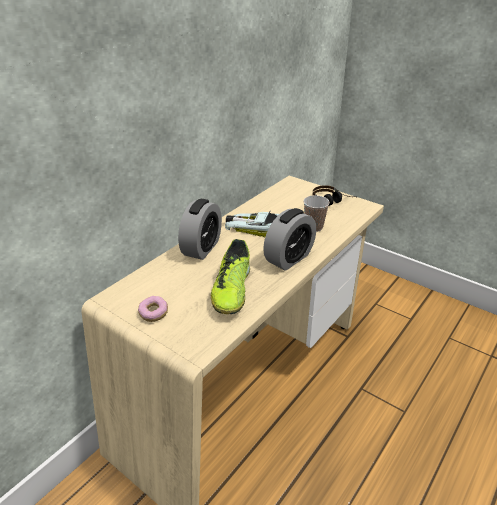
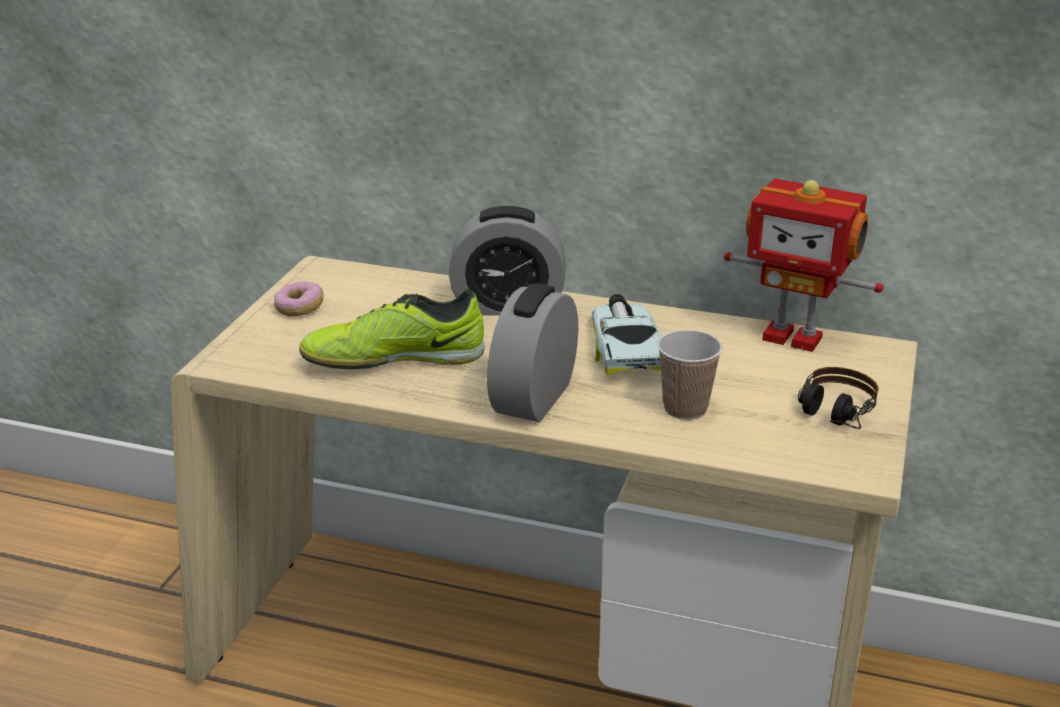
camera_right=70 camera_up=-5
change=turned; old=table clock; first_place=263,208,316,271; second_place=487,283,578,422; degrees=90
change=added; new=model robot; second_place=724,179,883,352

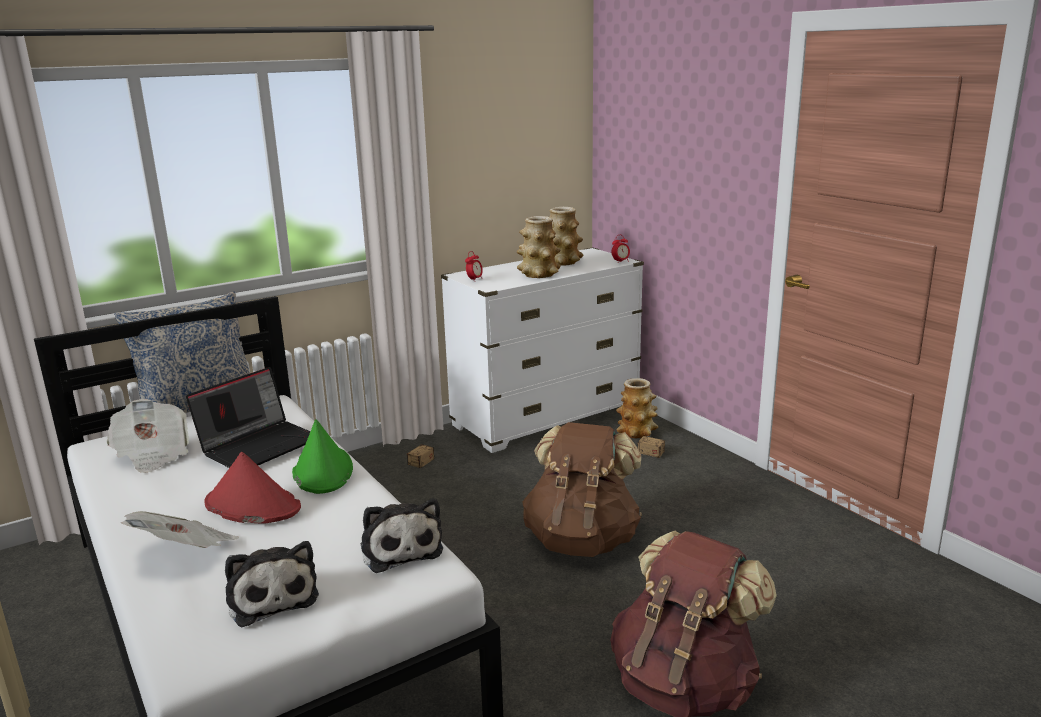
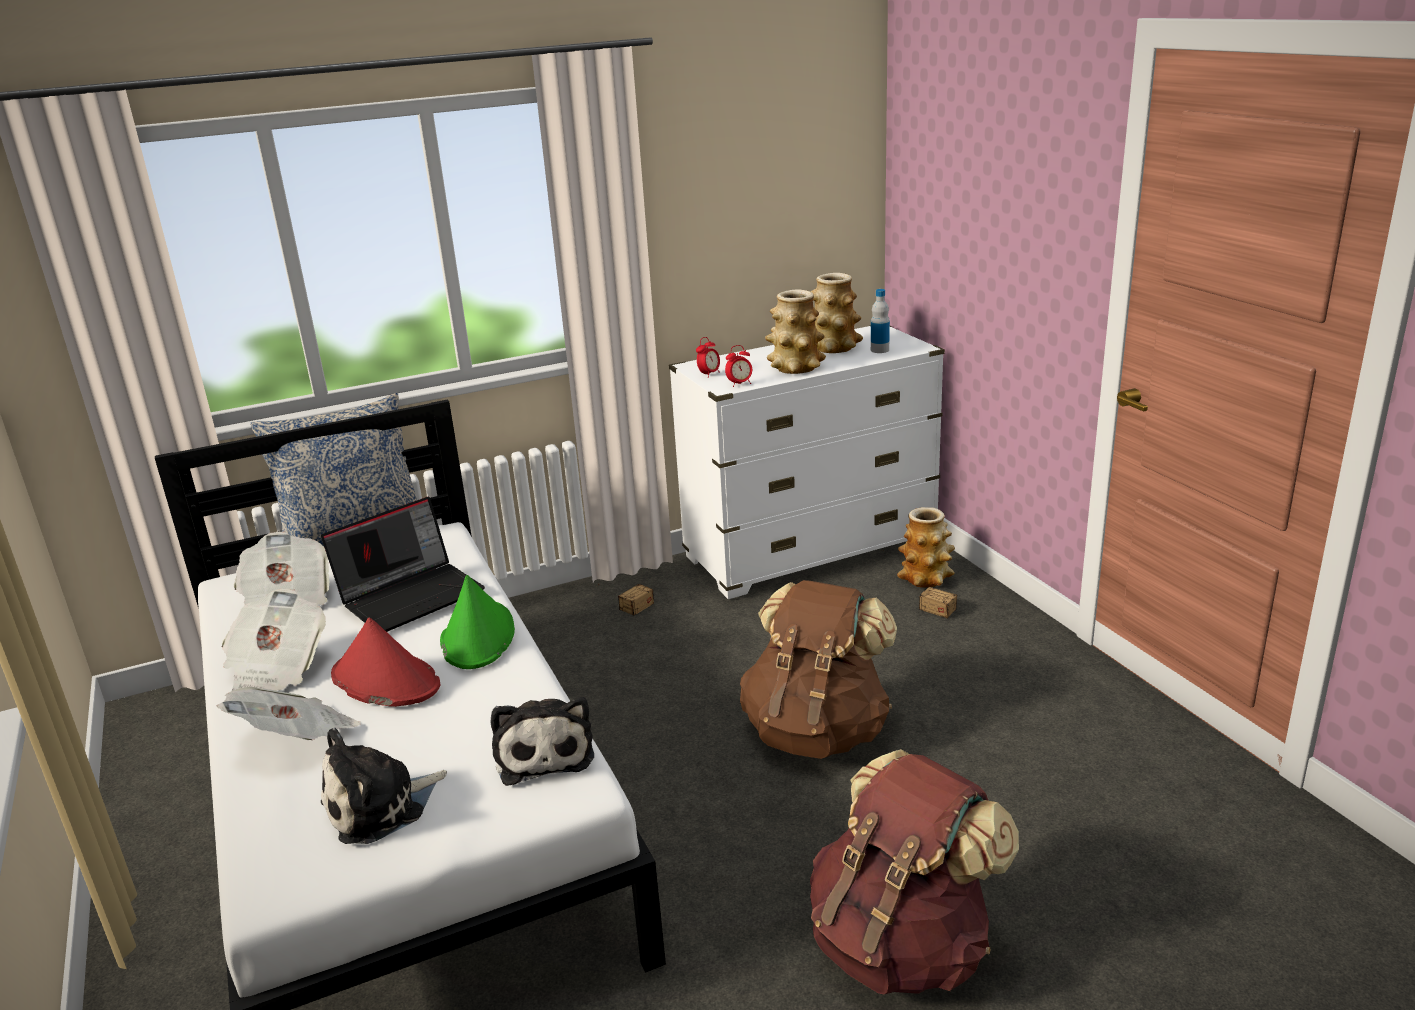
camera_right=10 camera_up=5
change=turned; old=cuddly toy; first_place=225,541,319,627; second_place=321,728,447,844; degrees=75
change=moved; old=table clock; first_place=612,235,630,262; second_place=725,345,752,387
change=added; new=daily paper; second_place=222,589,326,691
change=added; new=beverage bottle; second_place=871,289,890,353

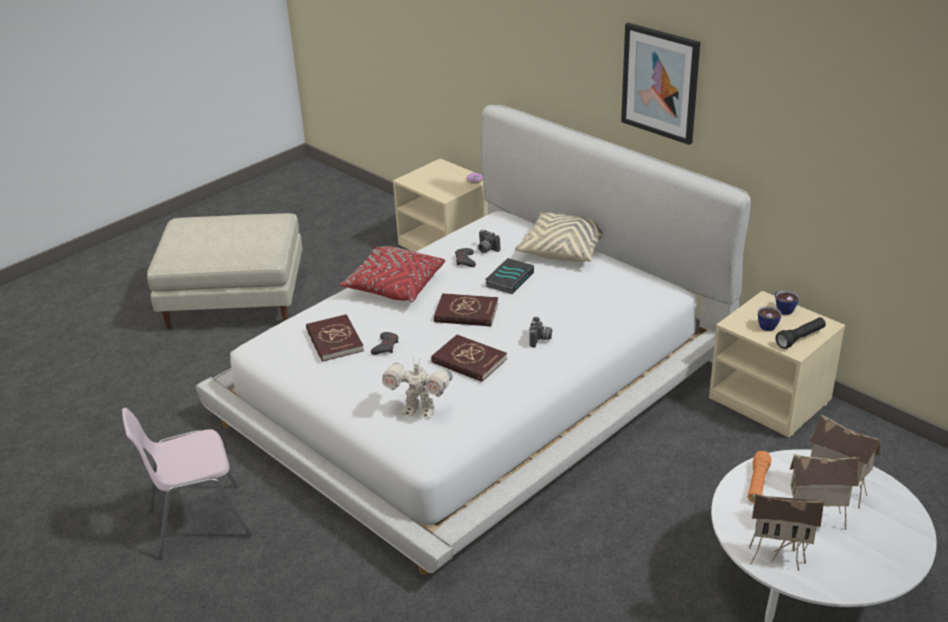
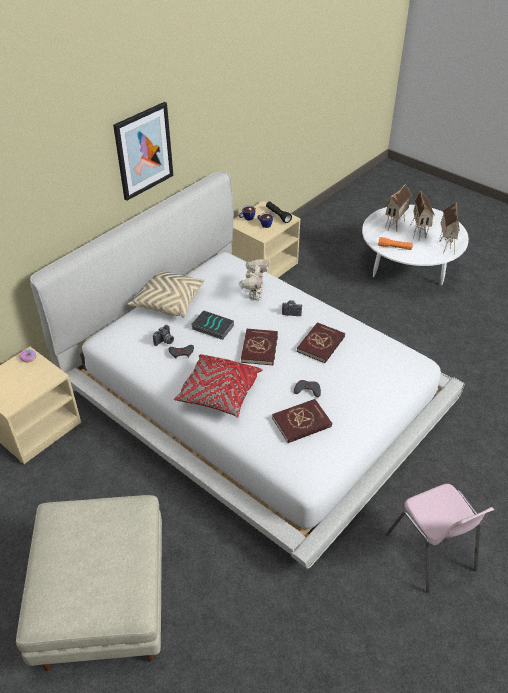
camera_right=-95 camera_up=10
change=moved; old=model robot; first_place=382,358,453,418; second_place=238,259,269,300

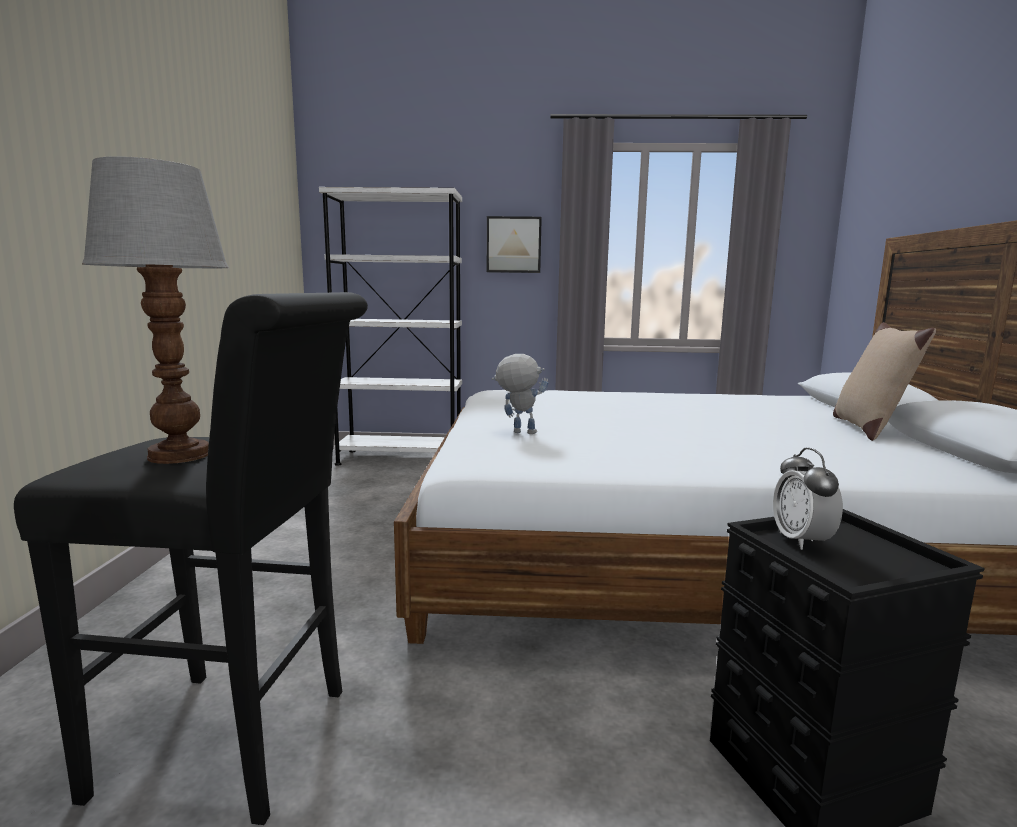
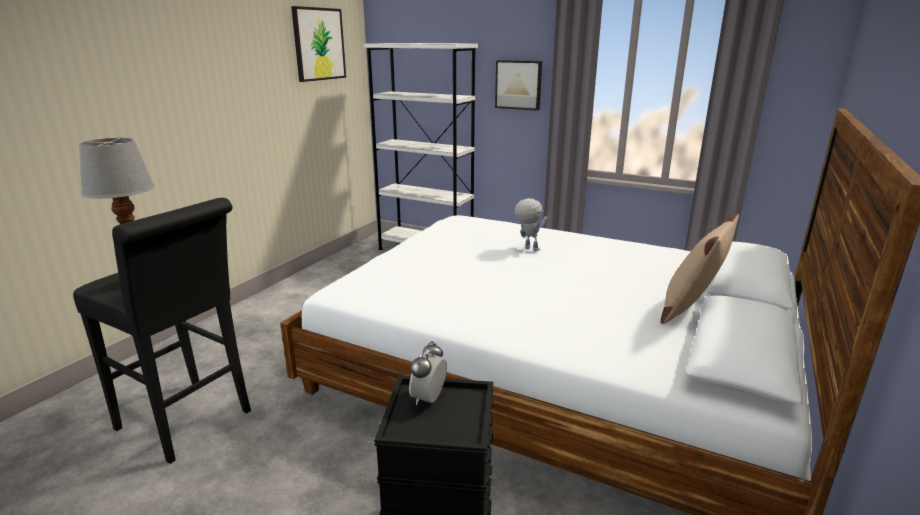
camera_right=25 camera_up=10
change=moved; old=model robot; first_place=492,354,548,434; second_place=514,198,548,251
change=added; new=wall picture; second_place=291,6,346,82

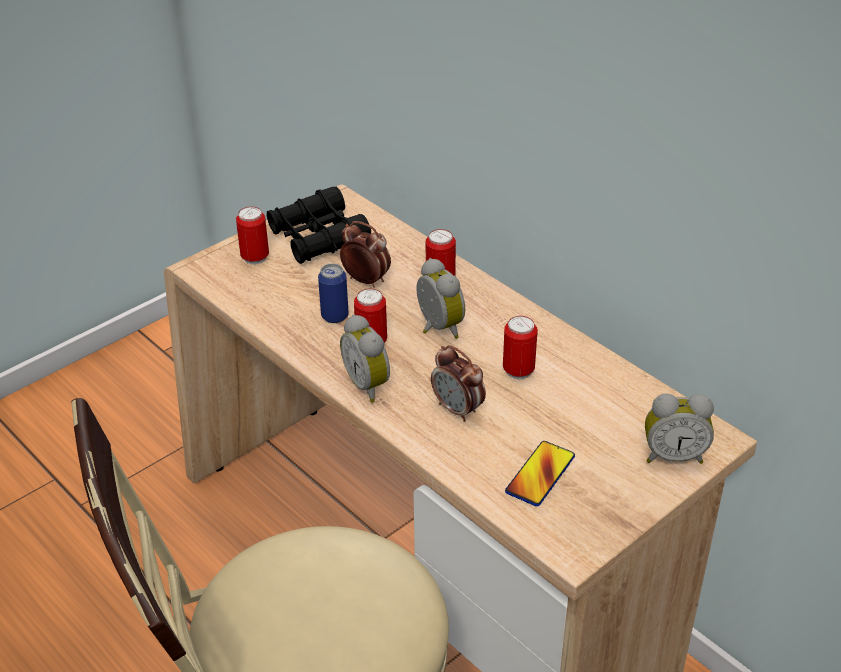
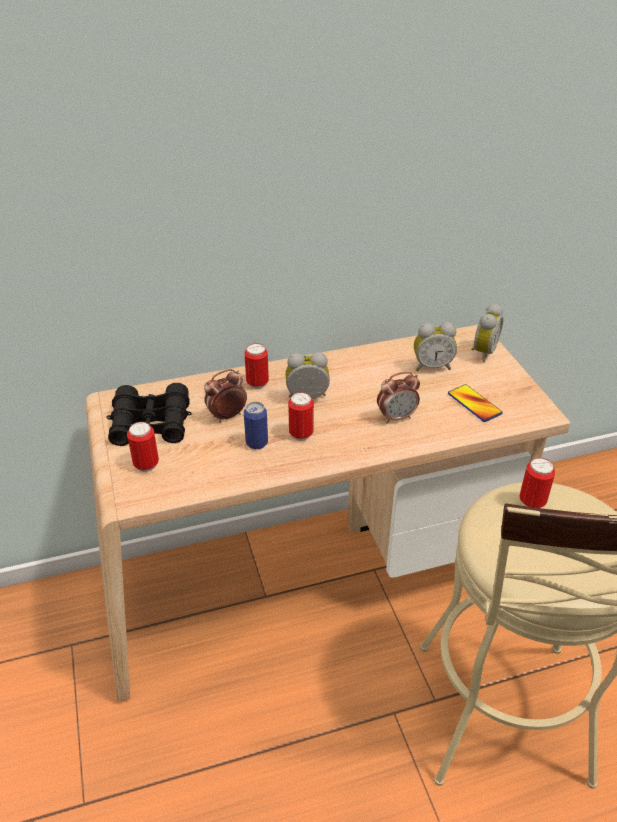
camera_right=-65 camera_up=0
change=moved; old=table clock; first_place=340,315,390,403; second_place=414,322,457,371
change=moved; old=sealed can; first_place=503,316,538,380; second_place=519,458,555,508

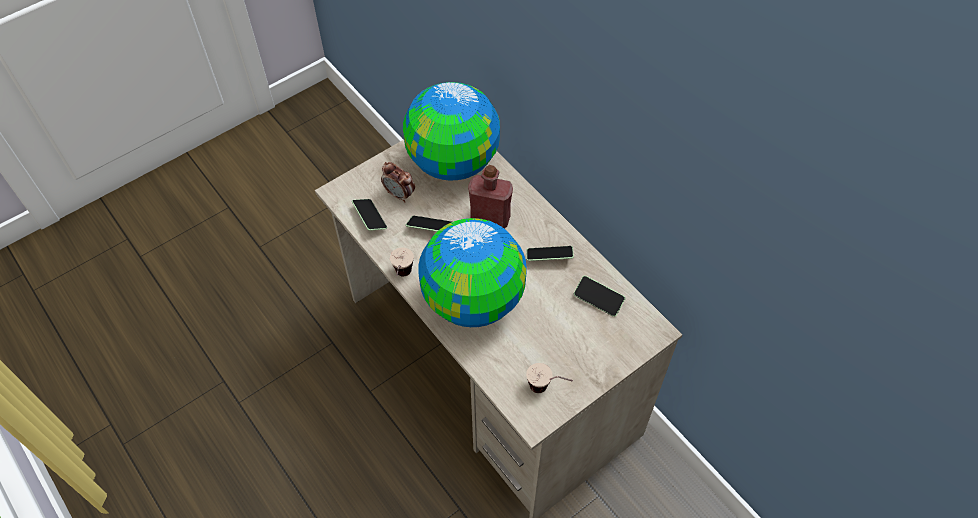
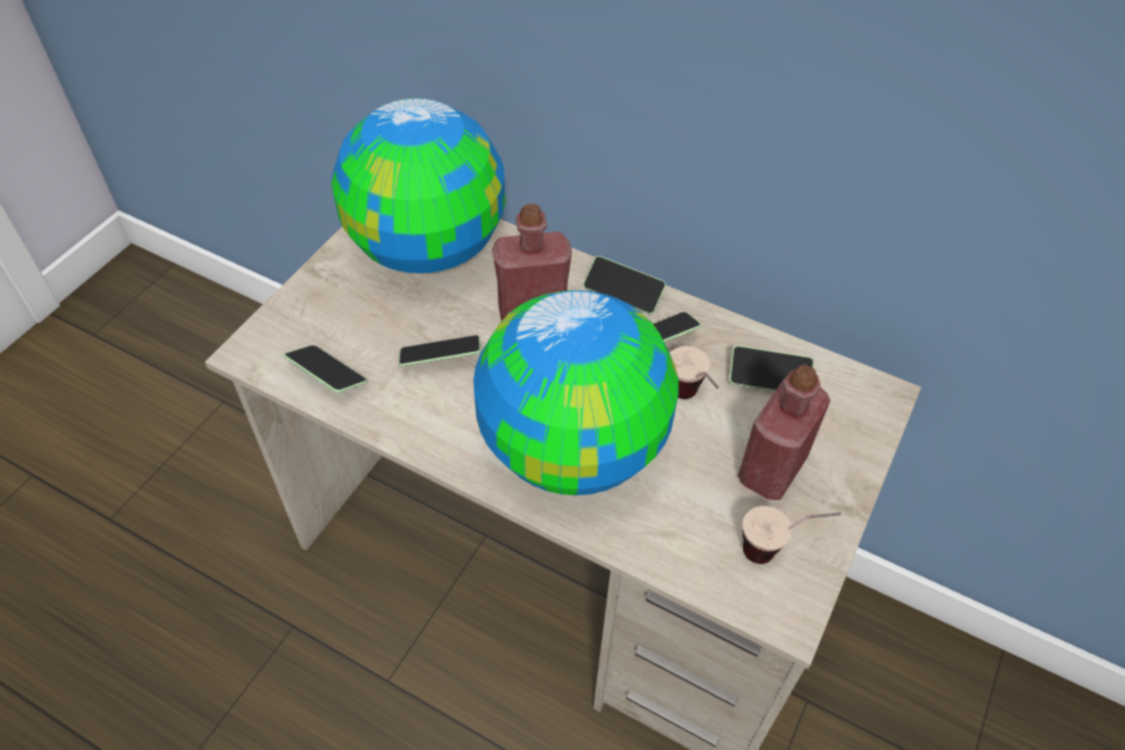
camera_right=-25 camera_up=-5
change=removed; old=table clock; first_place=381,162,415,203
change=moved; old=drinking cup; first_place=390,247,414,276; second_place=670,346,719,399
change=added; new=handset; second_place=583,256,666,315
change=added; new=red beverage bottle; second_place=738,364,830,500

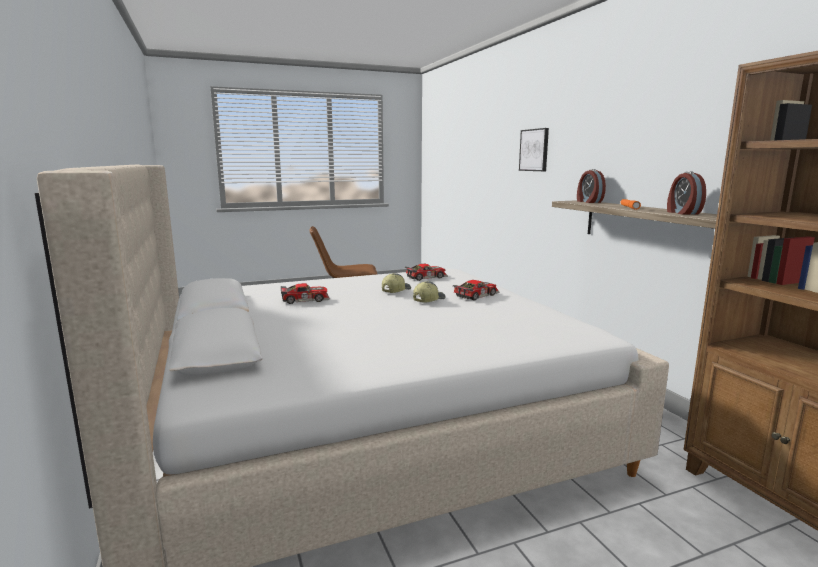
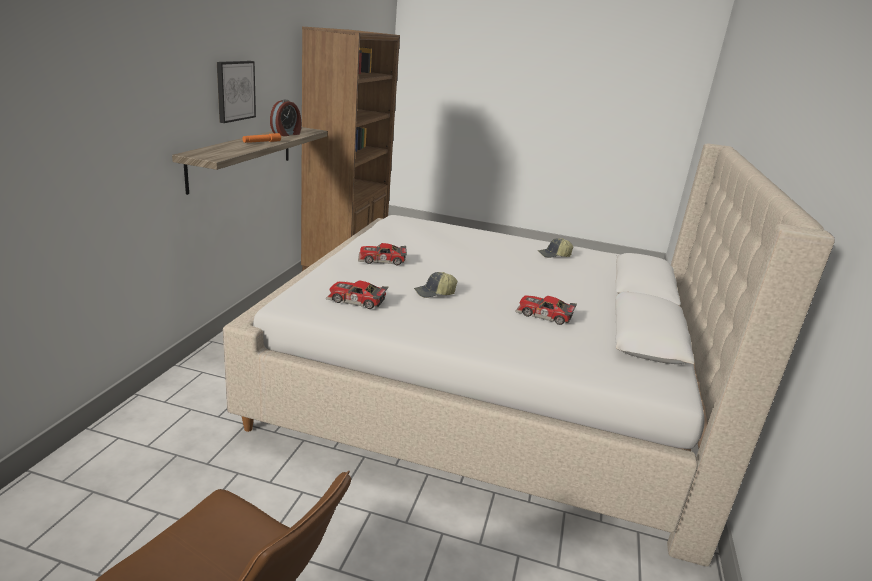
camera_right=-145 camera_up=10
change=moved; old=peaked cap; first_place=413,281,446,303; second_place=538,238,573,258
change=moved; old=wall picture; first_place=519,128,549,171; second_place=217,61,256,123
change=removed; old=table clock; first_place=577,169,606,203

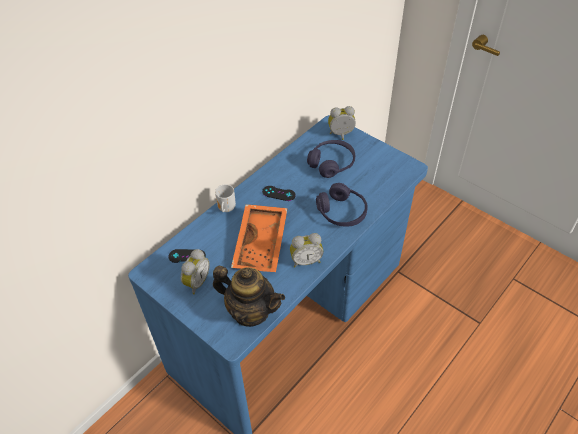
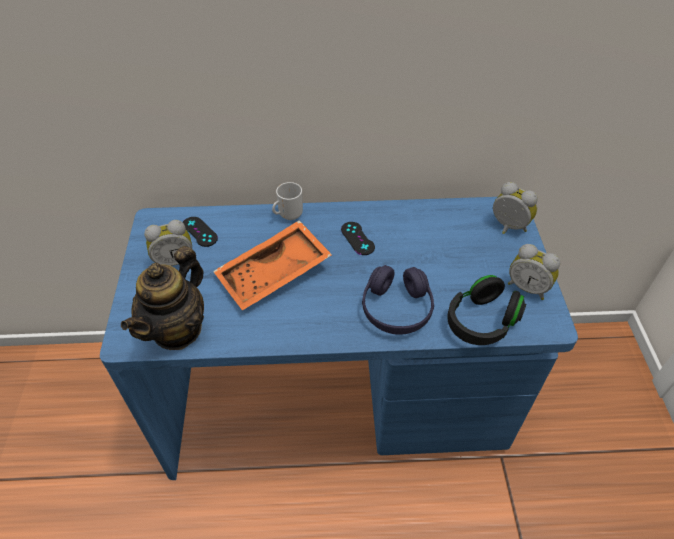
camera_right=45 camera_up=0
change=turned; old=pot for tea; first_place=213,266,285,327; second_place=121,246,204,350; degrees=45
change=moved; old=table clock; first_place=290,233,323,267; second_place=508,244,560,300
change=removed; old=purplish headphones; first_place=307,140,355,178
change=added; new=black-coloured headphones; second_place=447,275,526,345

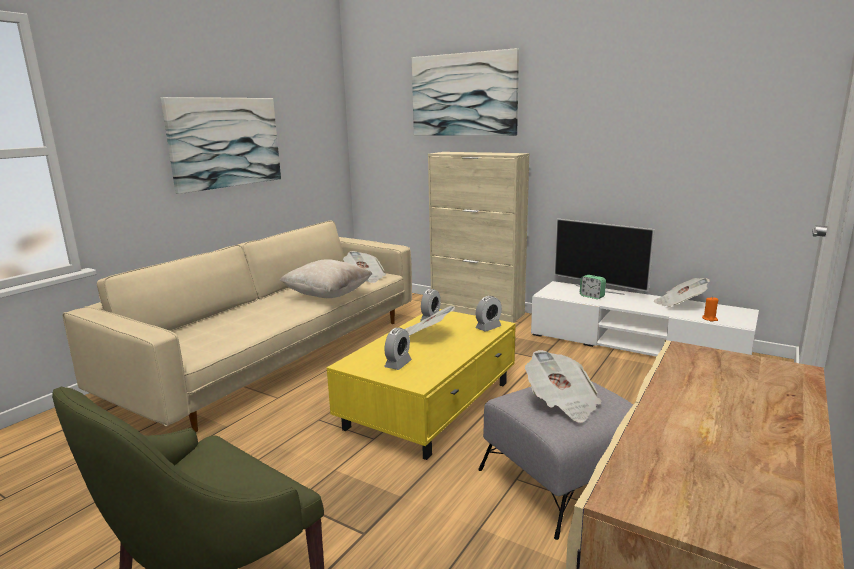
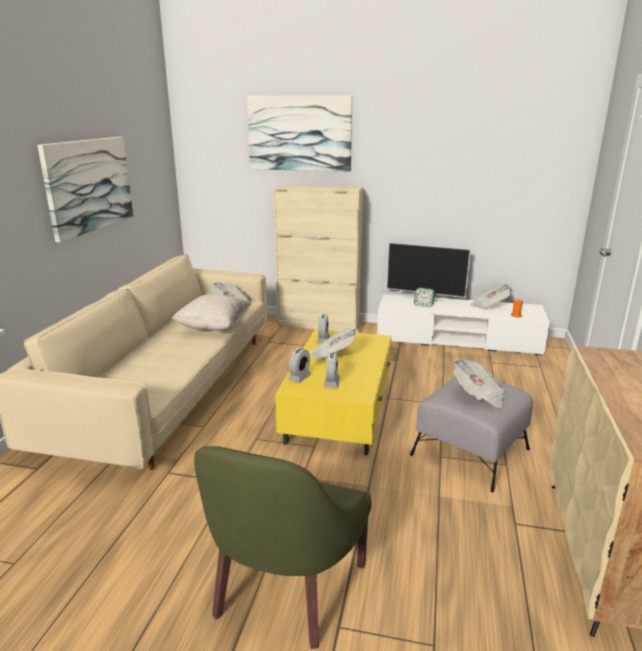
camera_right=-20 camera_up=5
change=moved; old=table clock; first_place=476,296,502,332; second_place=288,348,311,383

